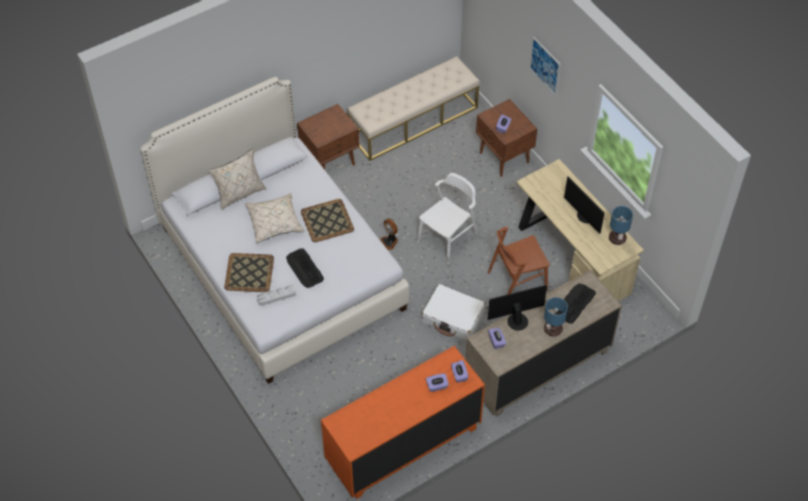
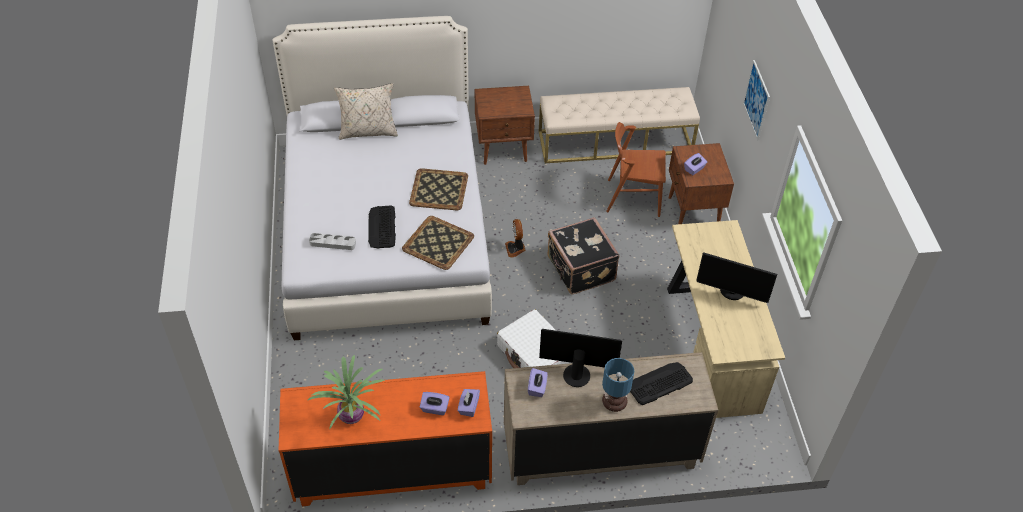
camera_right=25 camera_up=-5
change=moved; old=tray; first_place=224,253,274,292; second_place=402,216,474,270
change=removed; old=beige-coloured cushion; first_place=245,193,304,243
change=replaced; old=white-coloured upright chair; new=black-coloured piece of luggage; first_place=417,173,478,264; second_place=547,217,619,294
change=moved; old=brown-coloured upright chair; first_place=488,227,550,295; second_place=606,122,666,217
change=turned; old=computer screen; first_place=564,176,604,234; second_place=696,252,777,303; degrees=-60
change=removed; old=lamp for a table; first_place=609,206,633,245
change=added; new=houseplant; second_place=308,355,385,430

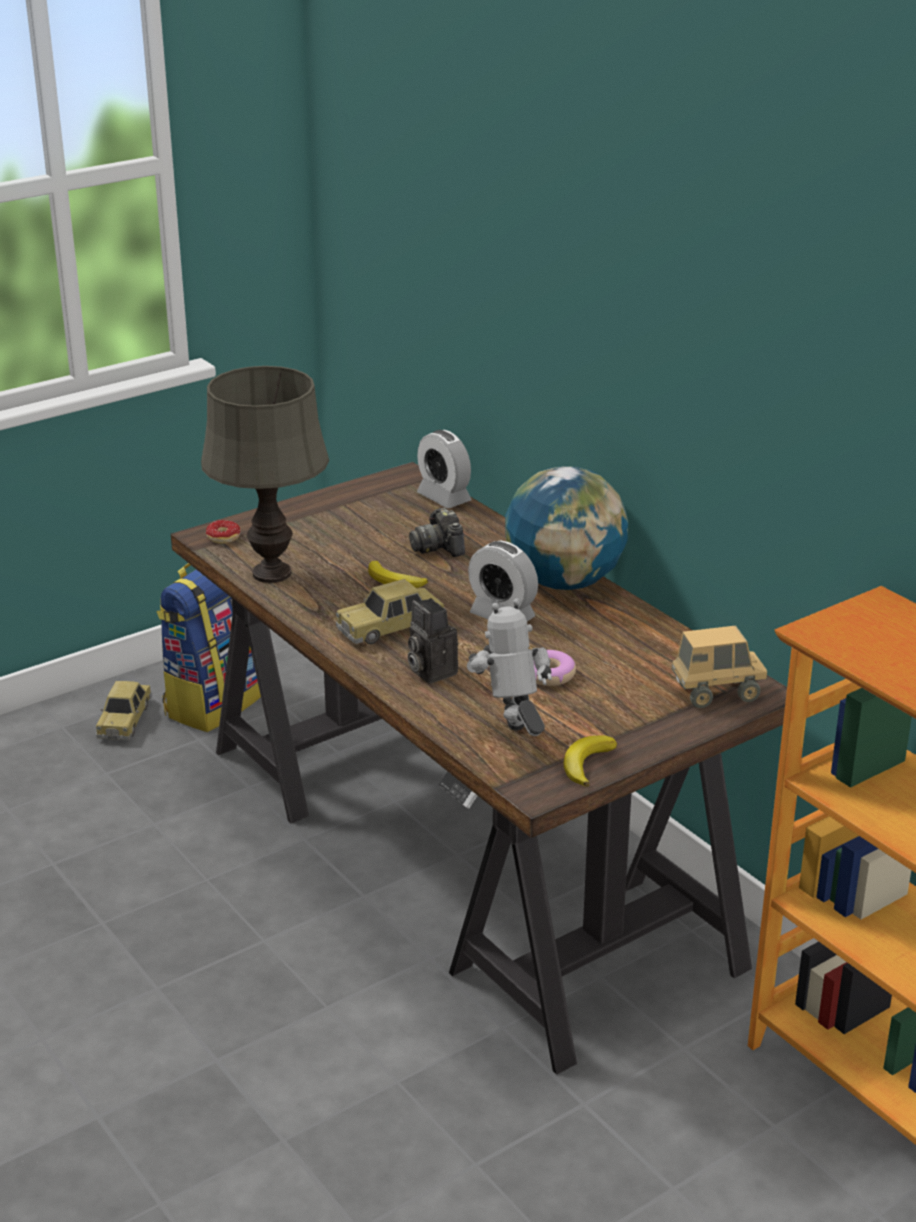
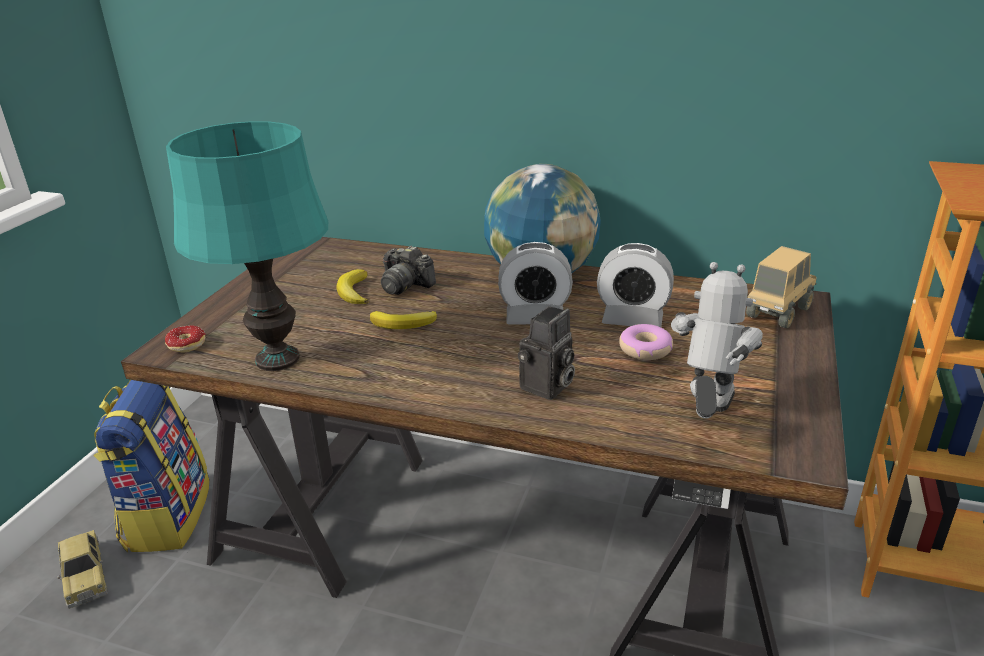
camera_right=-35 camera_up=0
change=recoloured; old=gray lamp for a table; new=turquoise-coloured lamp for a table; first_place=201,366,329,583; second_place=166,121,328,371
change=removed; old=toy car; first_place=336,579,444,644
change=turned; old=photo camera; first_place=408,598,458,683; second_place=518,306,575,400; degrees=-75
change=moved; old=table clock; first_place=417,430,472,508; second_place=597,243,674,327
change=turned; old=model robot; first_place=467,598,552,736; second_place=671,262,763,419; degrees=75
change=moved; old=banana; first_place=563,735,617,787; second_place=336,269,369,304

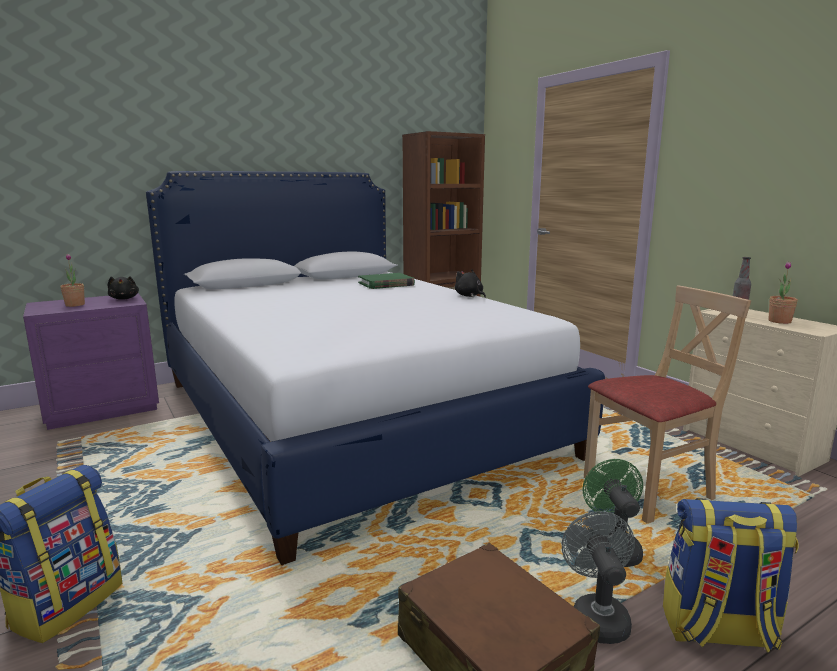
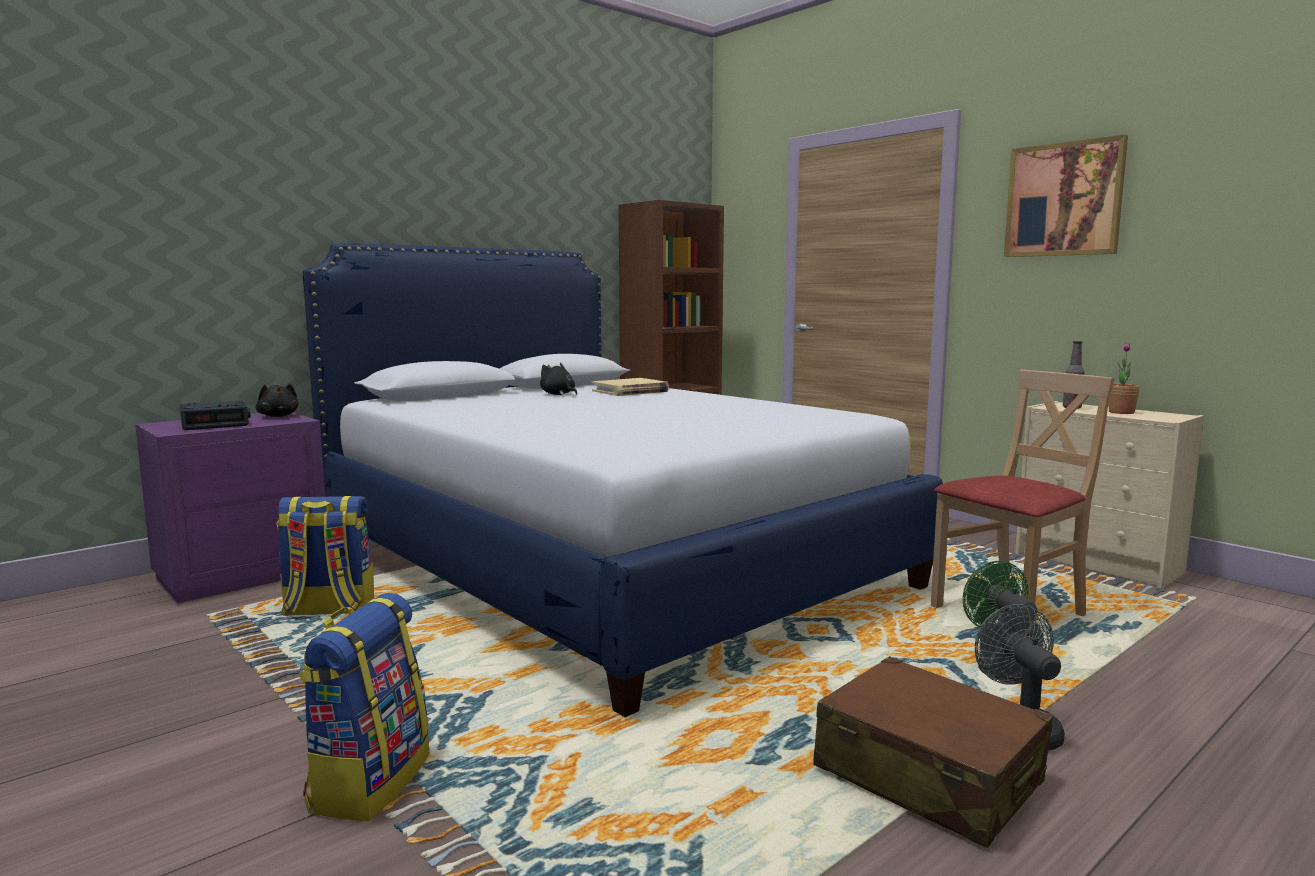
camera_right=-10 camera_up=-5
change=replaced; old=houseplant; new=table clock; first_place=60,254,85,307; second_place=180,401,251,430
change=recoloured; old=green-coloured volume; new=beige-coloured volume; first_place=358,273,415,289; second_place=592,378,669,396
change=moved; old=black-coloured cuddly toy; first_place=455,270,486,298; second_place=540,363,577,395
change=moved; old=rucksack; first_place=663,498,799,653; second_place=277,496,374,616
change=added; new=wall picture; second_place=1004,135,1128,257

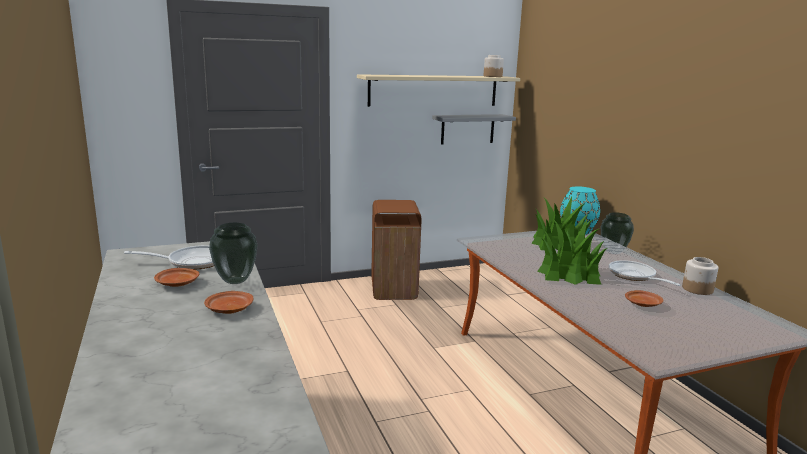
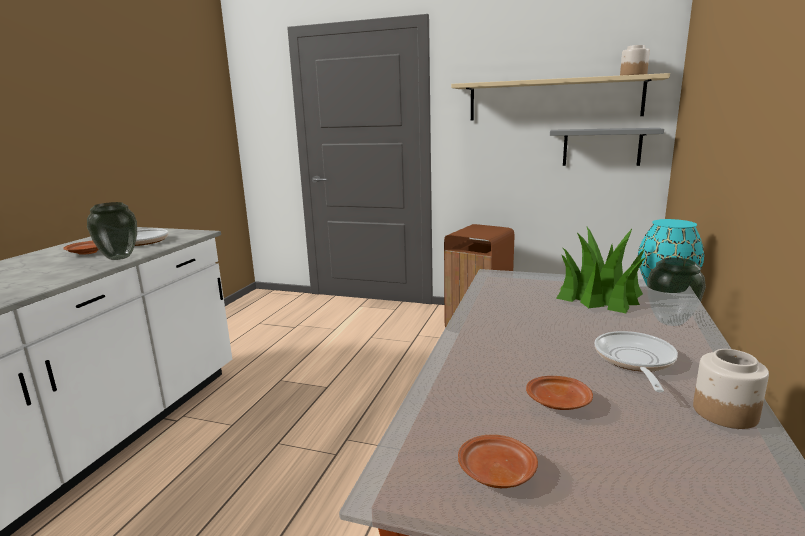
camera_right=40 camera_up=0
change=moved; old=brown-coloured dinner plate; first_place=204,291,254,314; second_place=458,435,538,488
change=removed; old=houseplant; first_place=537,220,607,285

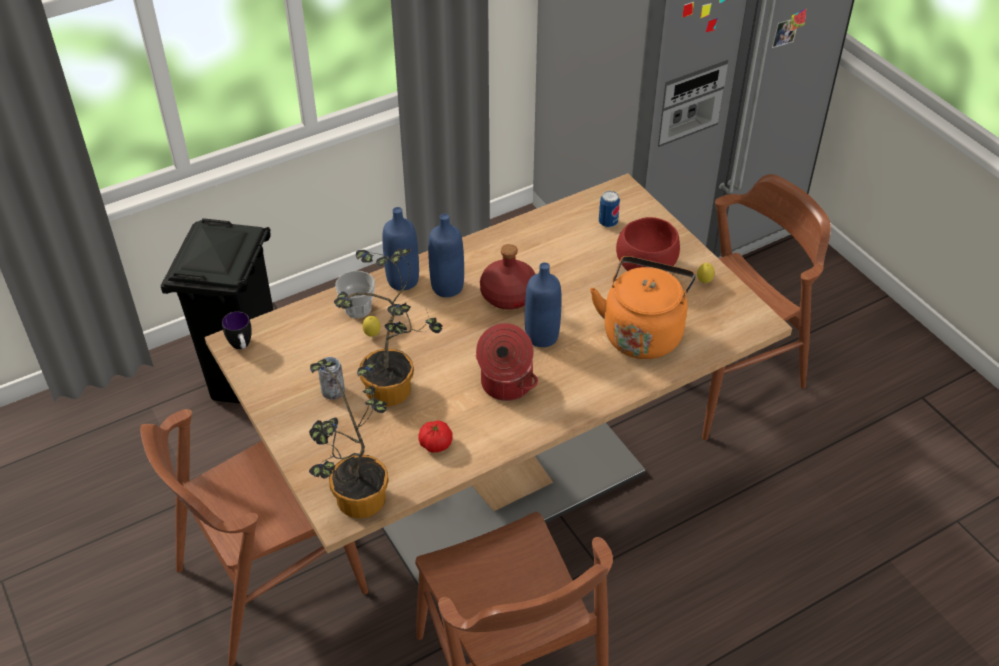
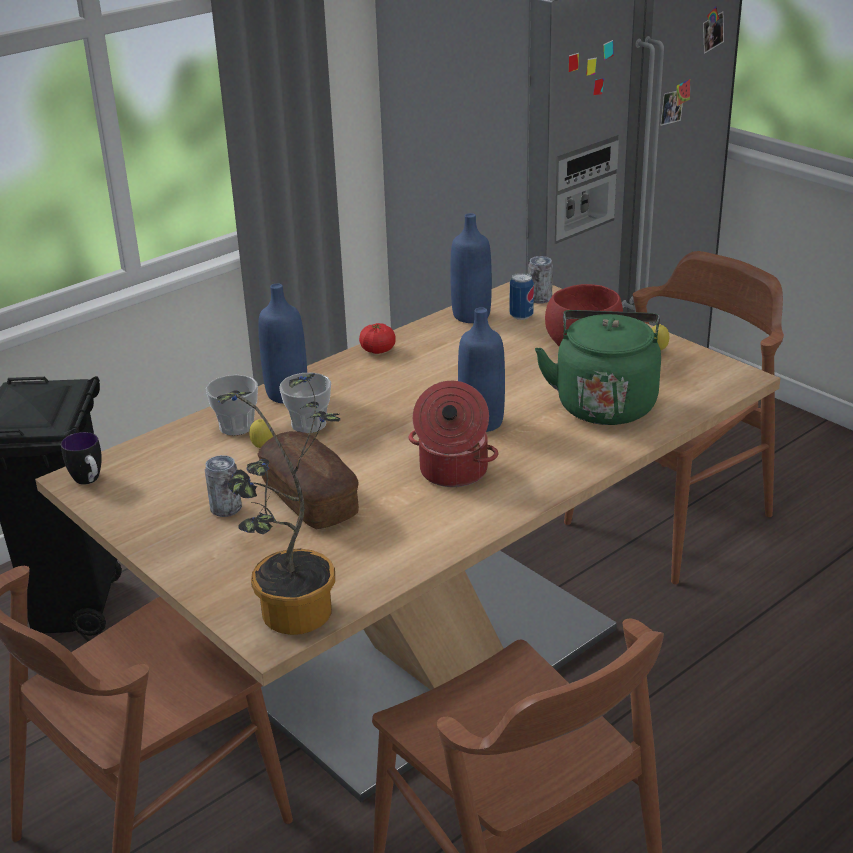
camera_right=-10 camera_up=-15
change=replaced; old=houseplant; new=baked bread; first_place=334,248,443,406; second_place=257,431,359,529
change=moved; old=whole tomato; first_place=418,420,452,452; second_place=359,323,396,354
change=moved; old=blue-coloured beverage bottle; first_place=428,214,464,297; second_place=450,213,492,323
change=removed; old=red beverage bottle; first_place=480,244,535,310
change=recoloured; old=orange water kettle; new=green-coloured water kettle; first_place=590,256,696,359; second_place=535,310,661,425
change=added; new=drinking cup; second_place=279,373,331,433
change=added; new=sealed can; second_place=528,256,553,304

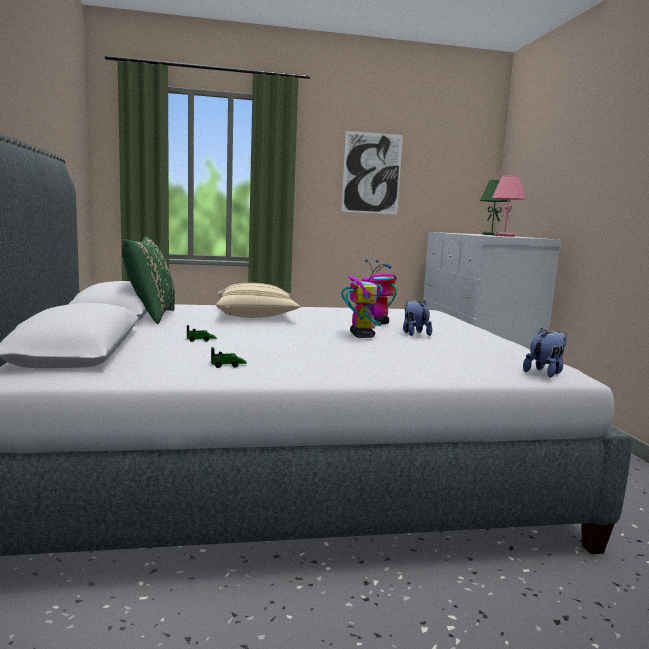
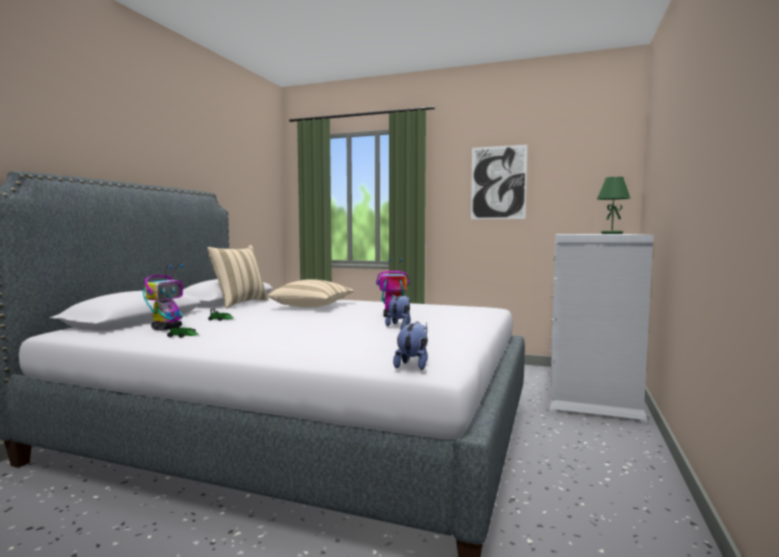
camera_right=30 camera_up=-5
change=recoloured; old=green-coloured cushion; new=beige-coloured cushion; first_place=122,236,175,324; second_place=207,245,269,309
change=moved; old=model robot; first_place=341,264,392,338; second_place=143,264,184,331
change=removed; old=pinkish lamp for a table; first_place=492,175,526,237
change=turned; old=cuddly toy; first_place=523,328,567,377; second_place=393,321,428,370; degrees=-60

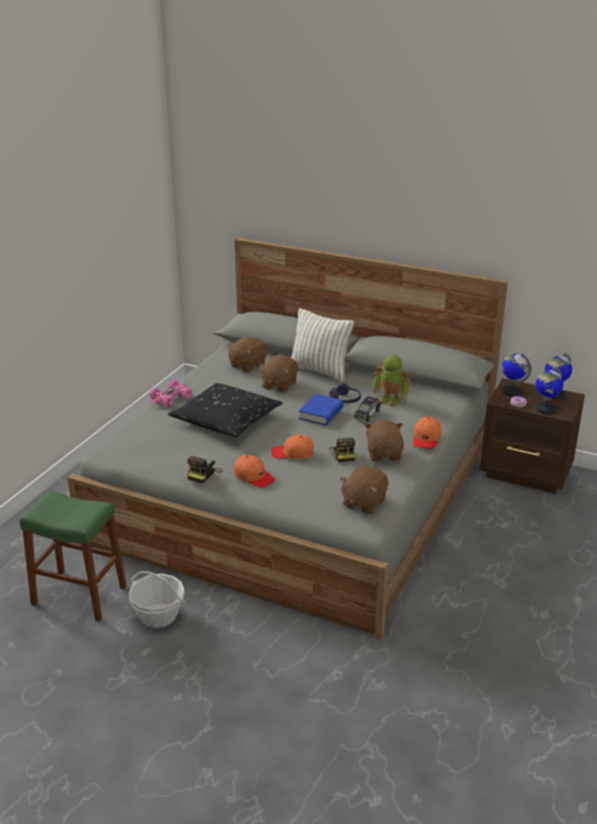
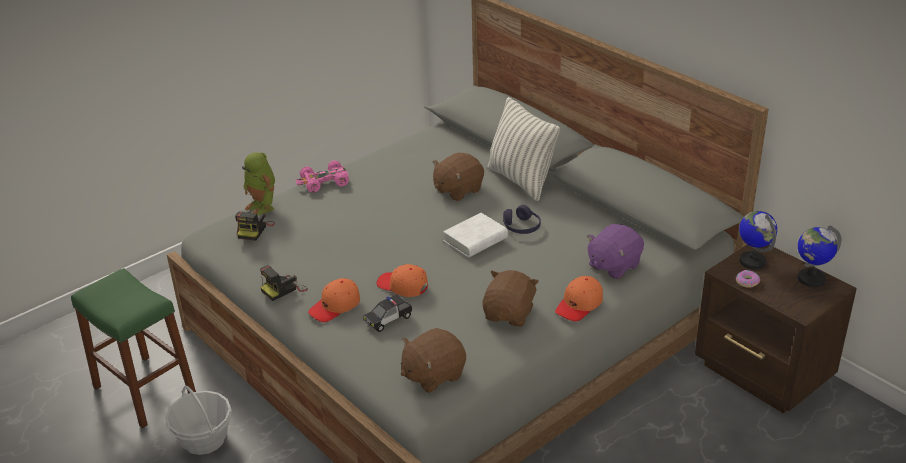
camera_right=25 camera_up=5
change=removed; old=black-coloured cushion; first_place=168,383,283,438
change=removed; old=brown-coloured cuddly toy; first_place=228,337,267,372
change=turned; old=orange peaked cap; first_place=234,455,275,488; second_place=308,278,360,322; degrees=75
change=recoloured; old=blue-coloured volume; new=white-coloured volume; first_place=299,394,344,425; second_place=443,213,508,258
change=moved; old=photo camera; first_place=330,438,355,462; second_place=235,211,275,241
change=moved; old=toy car; first_place=354,396,380,422; second_place=363,294,413,332
change=moved; old=model robot; first_place=373,355,411,407; second_place=242,152,275,216
change=removed; old=desk globe; first_place=535,367,564,415
change=added; new=purplish cuddly toy; second_place=587,224,644,280

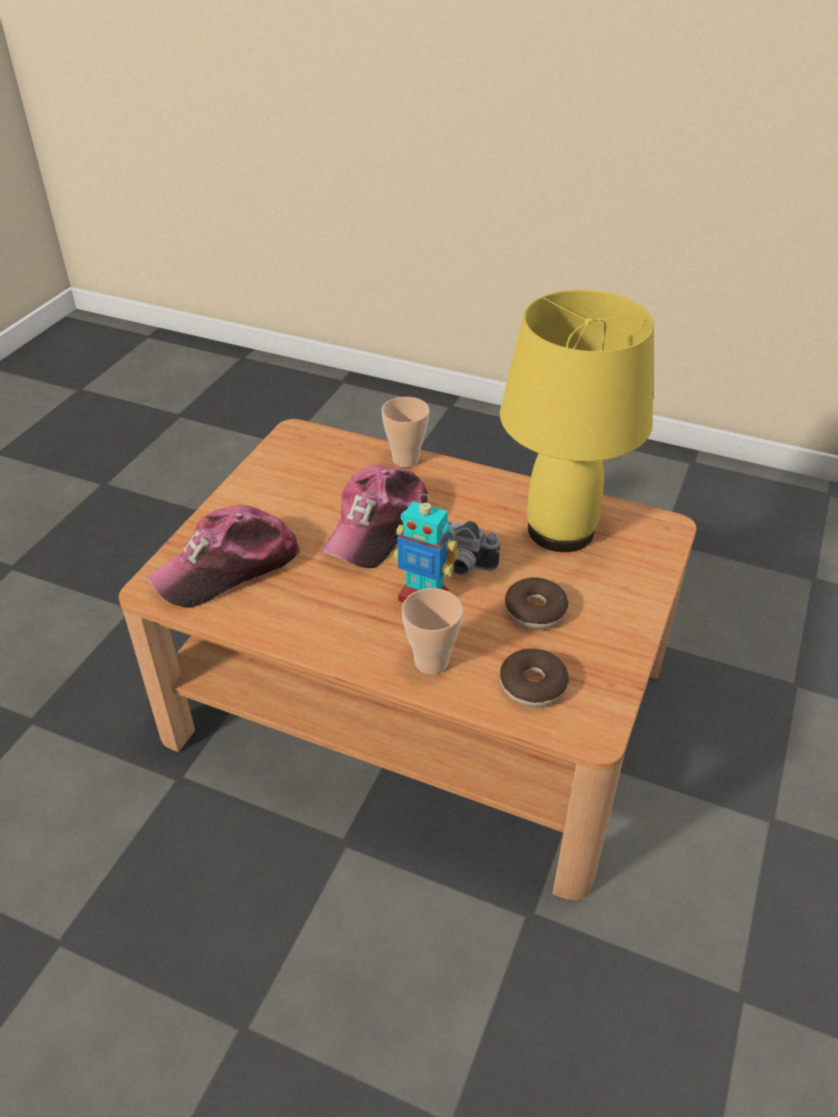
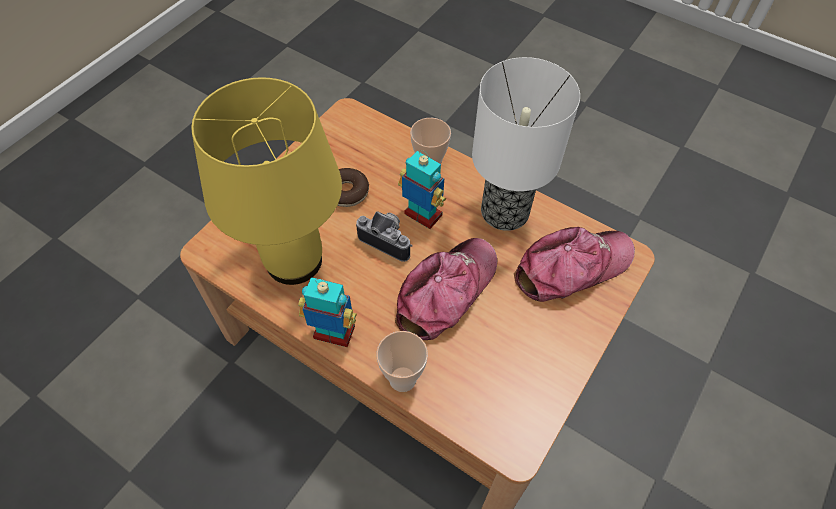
camera_right=-170 camera_up=15
change=removed; old=ring doughnut; first_place=500,649,569,707
change=added; new=model robot; second_place=298,277,357,347
change=added; new=lamp for a table; second_place=472,57,580,231

